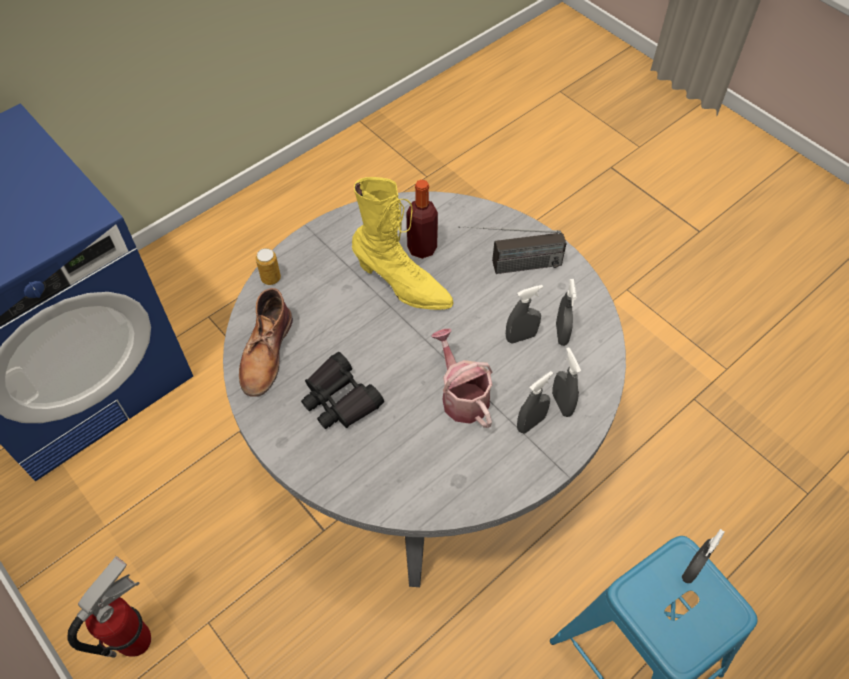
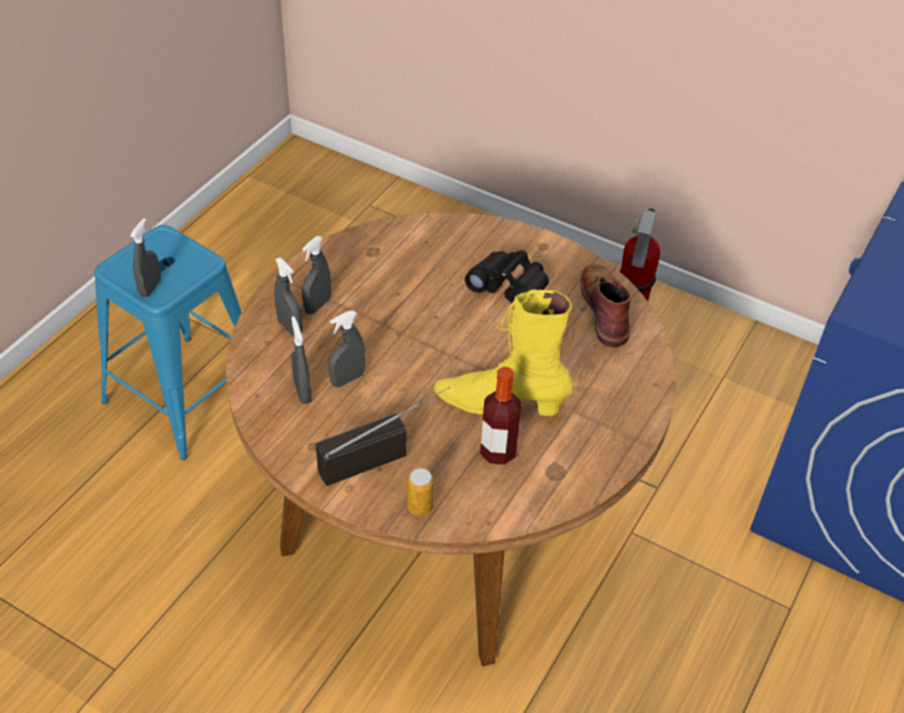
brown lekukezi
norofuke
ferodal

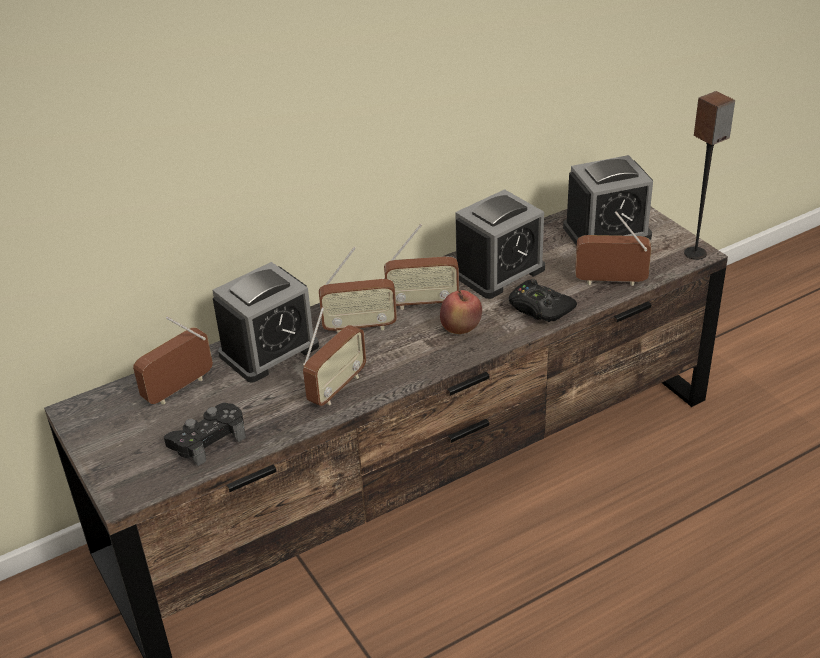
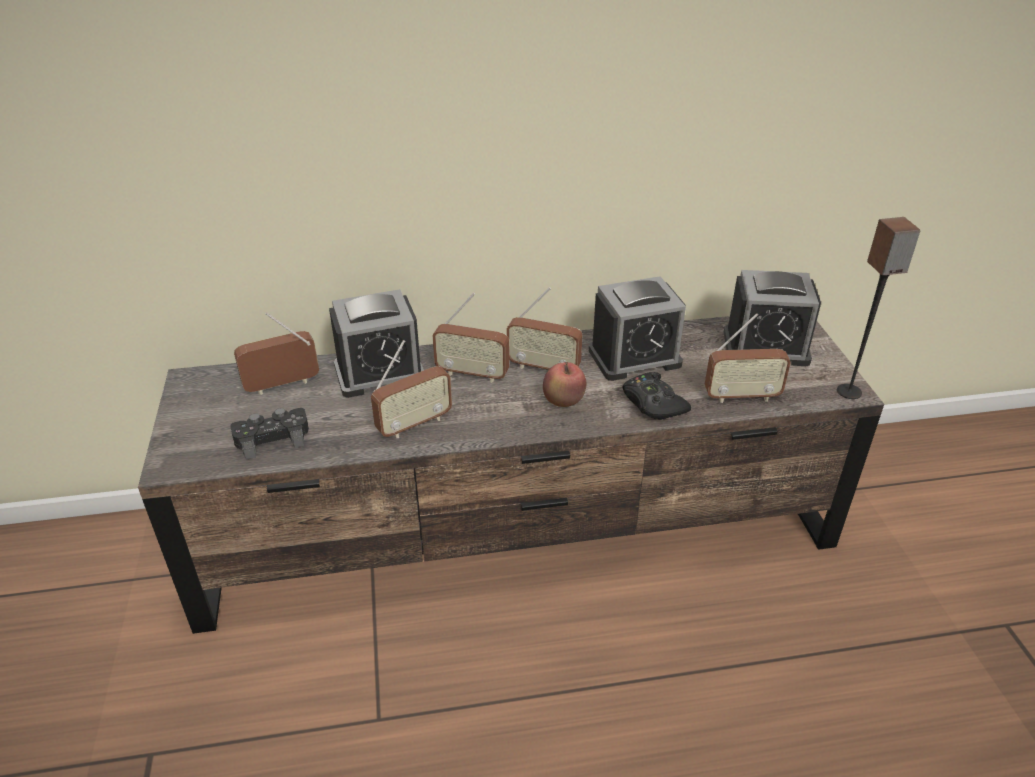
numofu (5th from left)

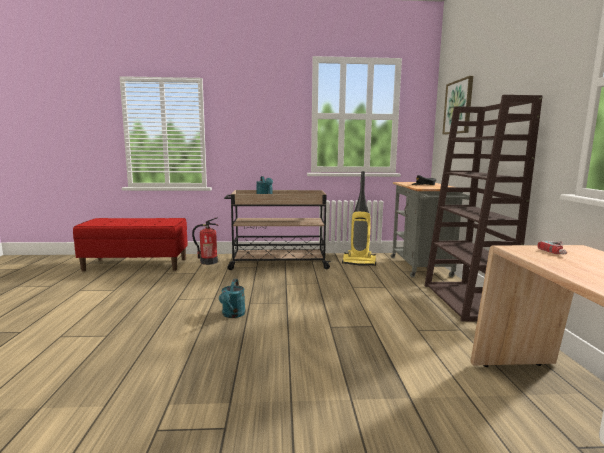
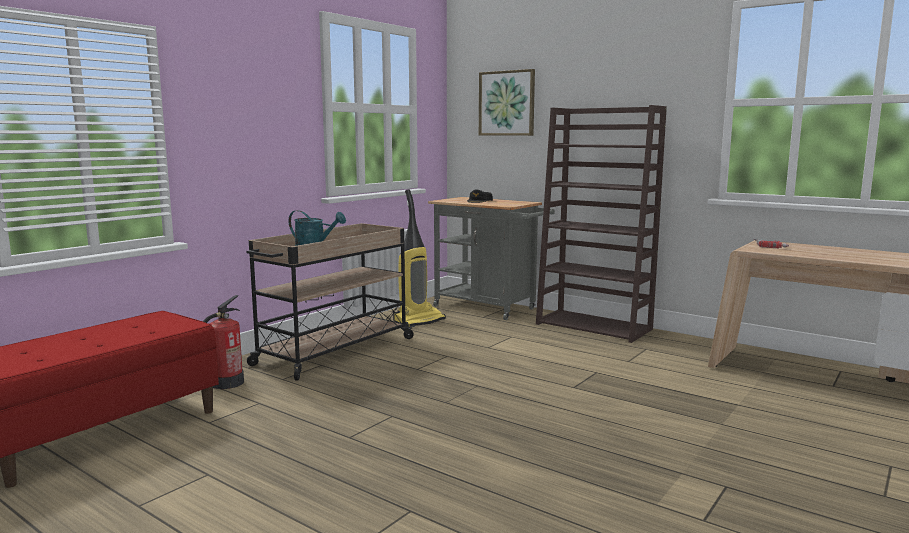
turquoise ferodal (1st from left in the first image)

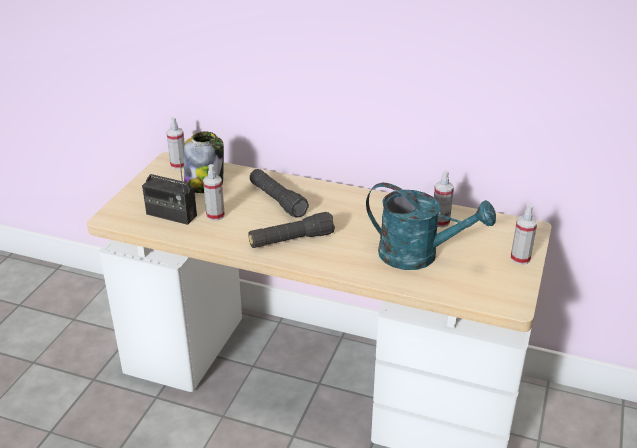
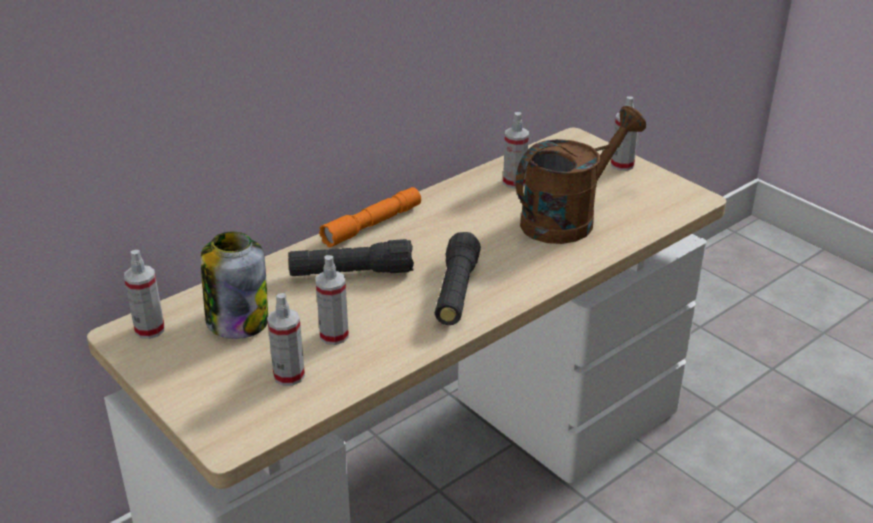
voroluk (2nd from left)
brown ferodal
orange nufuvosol

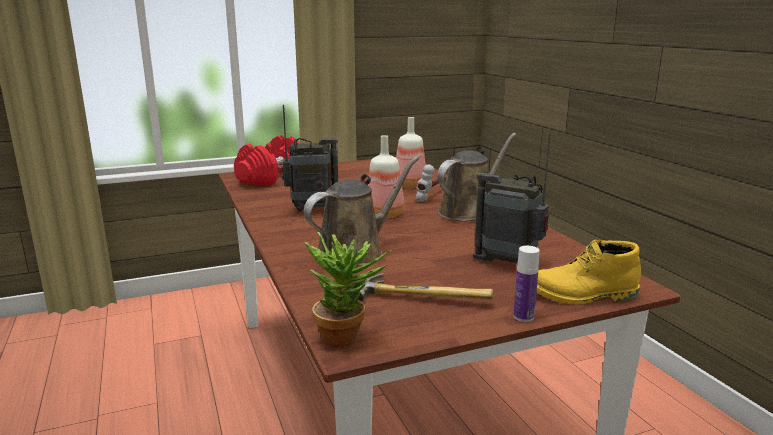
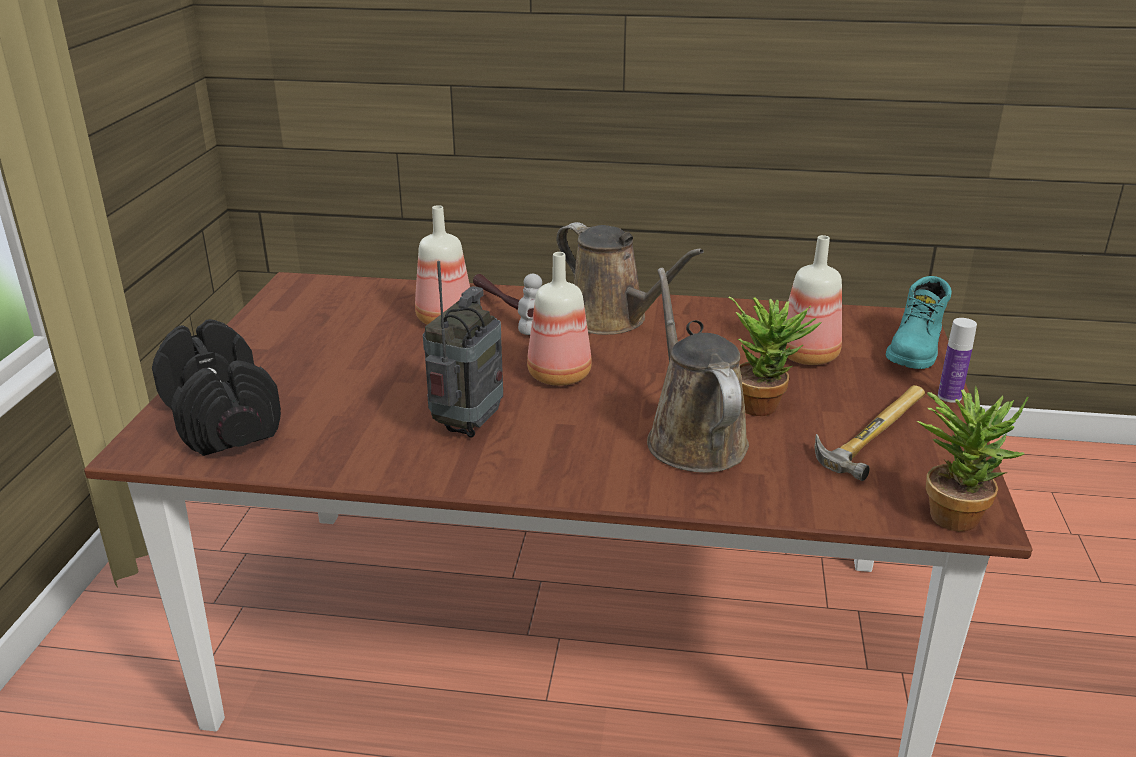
brown ferodal (1st from left)
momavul (3rd from left)
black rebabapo
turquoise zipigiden
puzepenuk (1st from left)

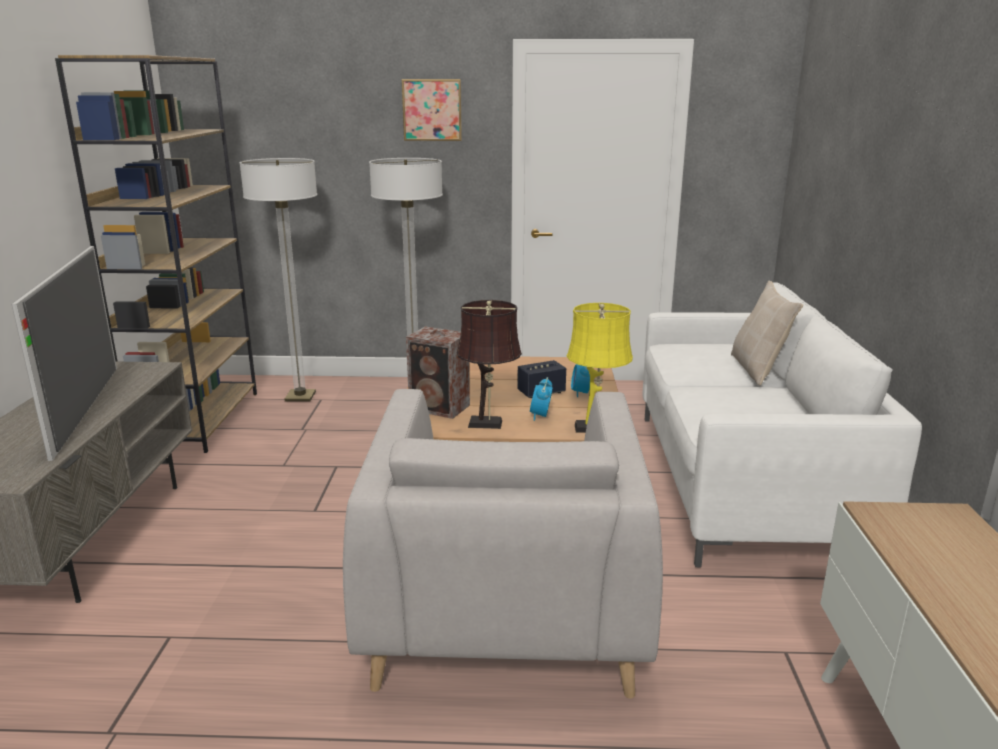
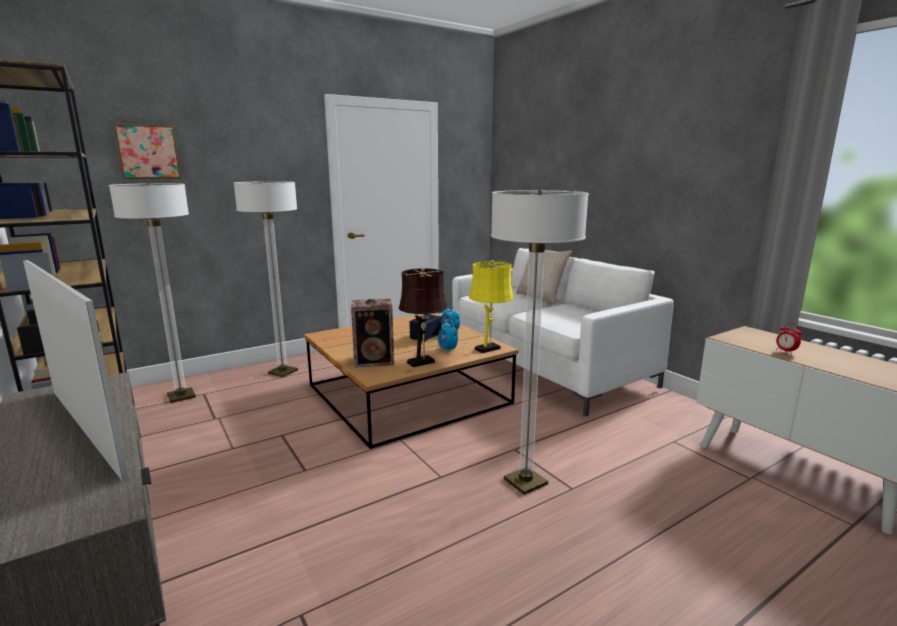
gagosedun
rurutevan (3rd from left)
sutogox (3rd from left)

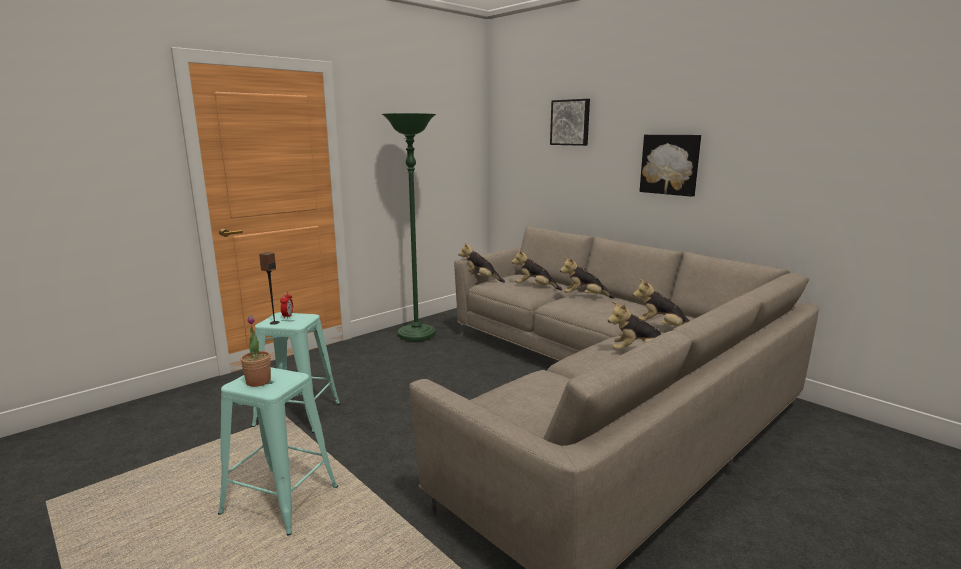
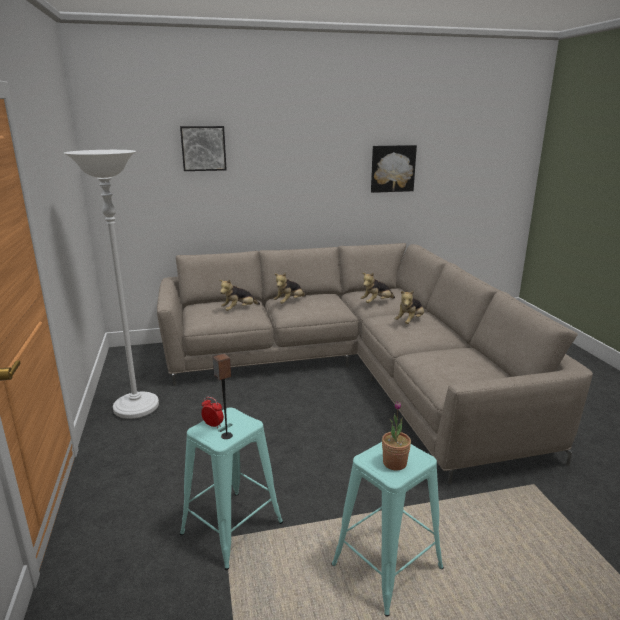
white rurutevan
gagosedun (2nd from left)
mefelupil (1st from left in the first image)

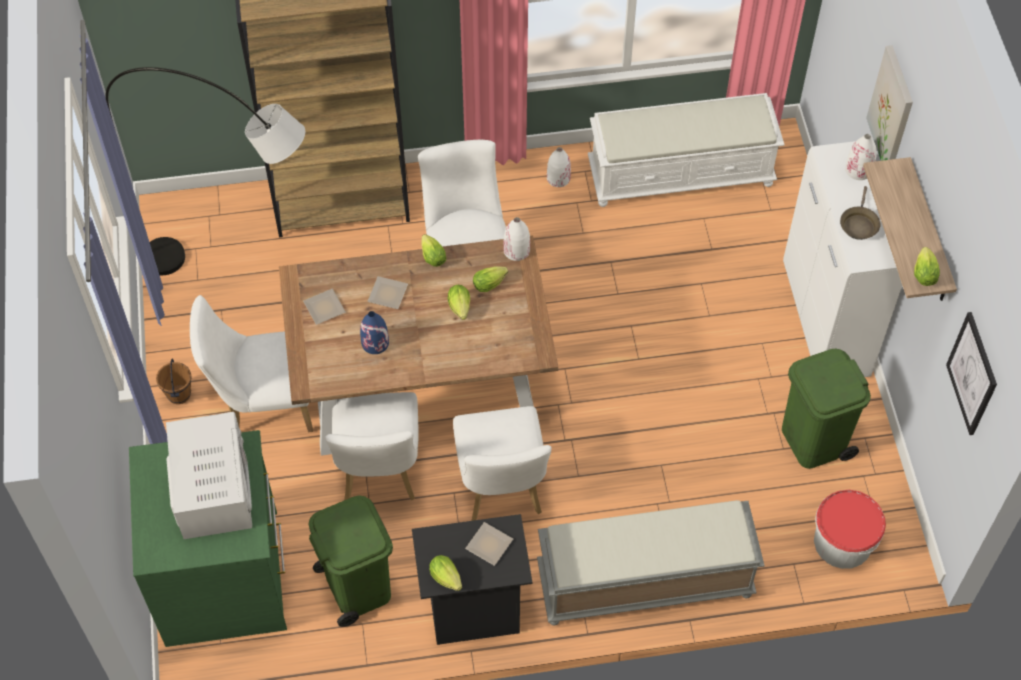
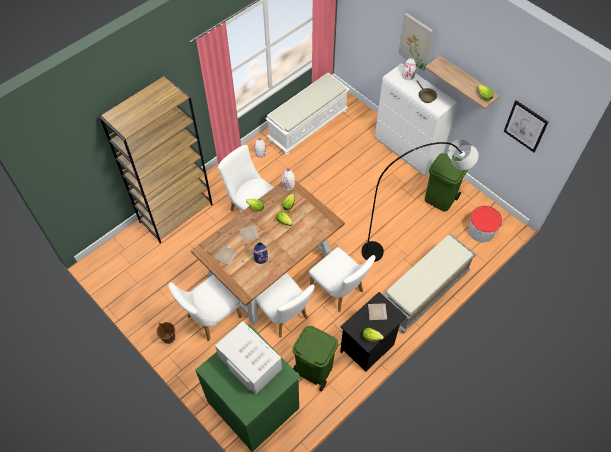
grey rurutevan

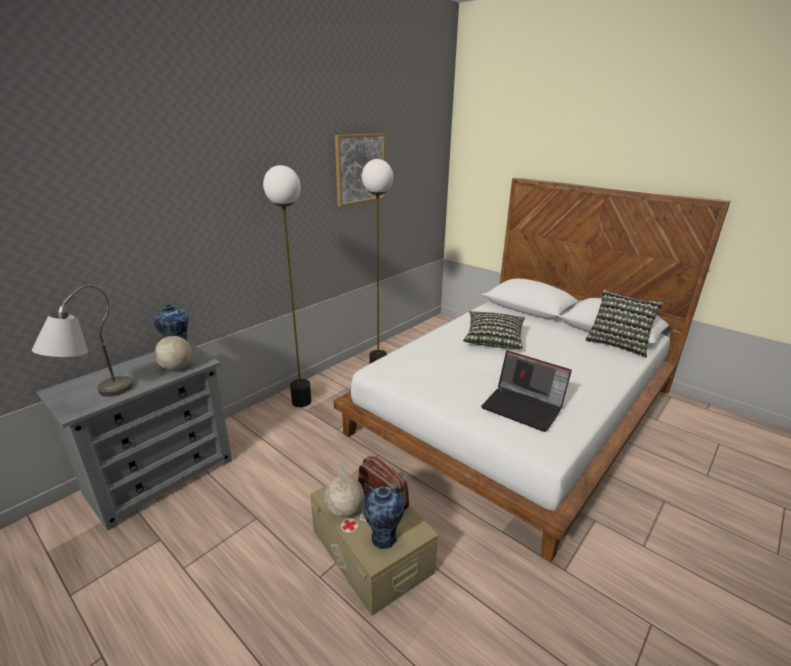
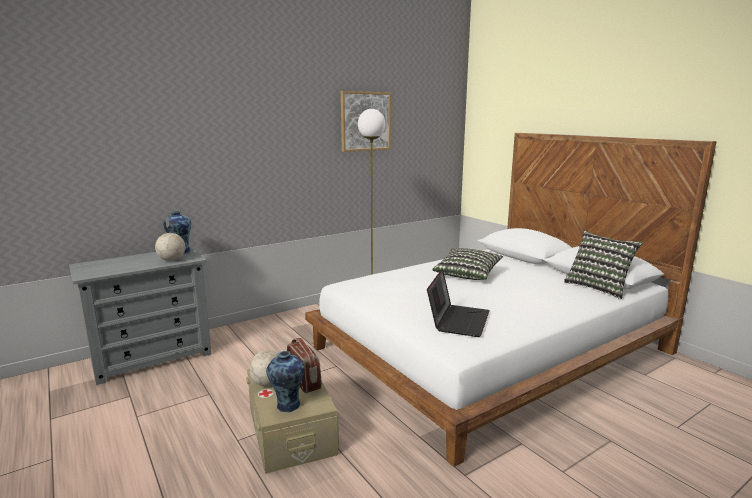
rurutevan (1st from left in the first image)
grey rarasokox
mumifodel

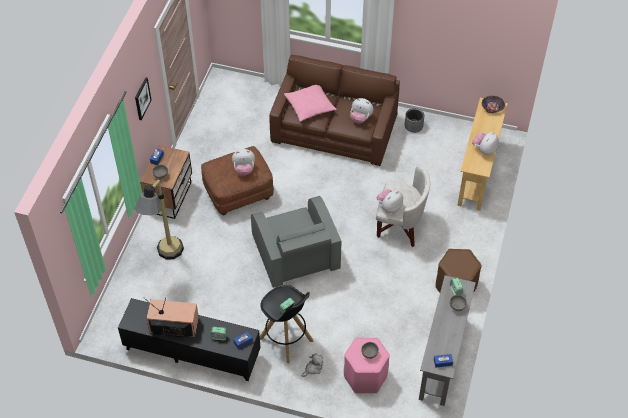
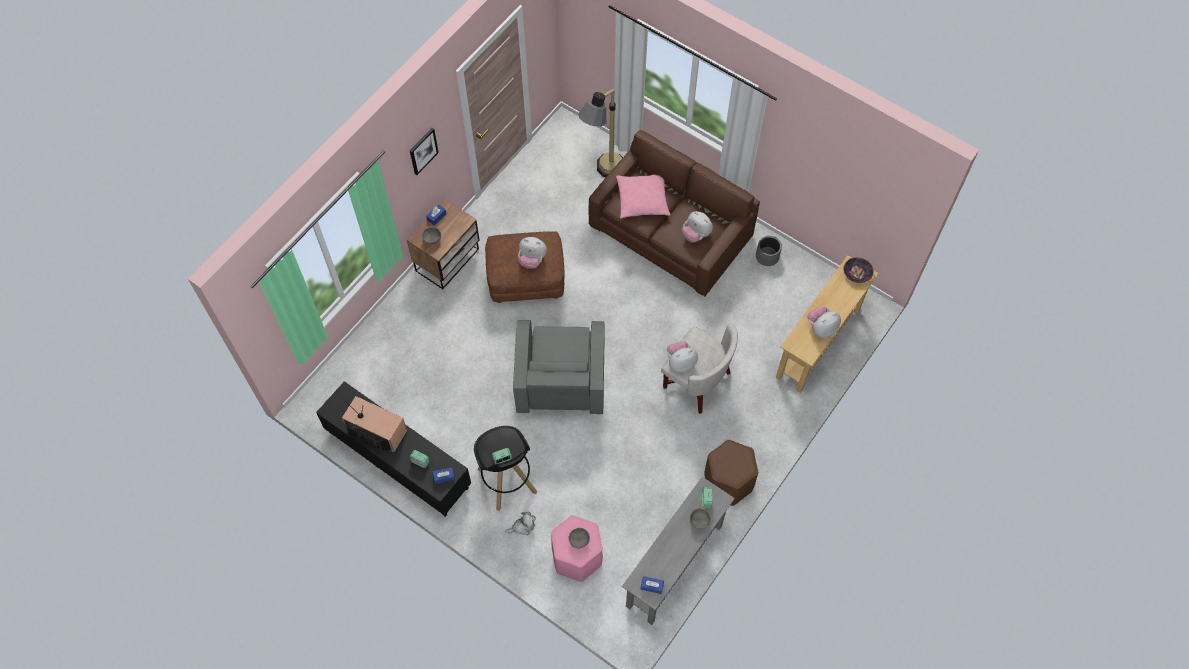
rurutevan

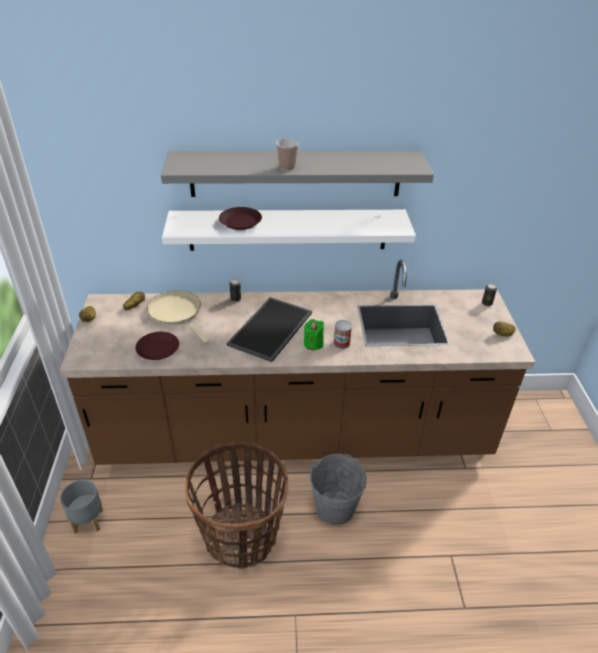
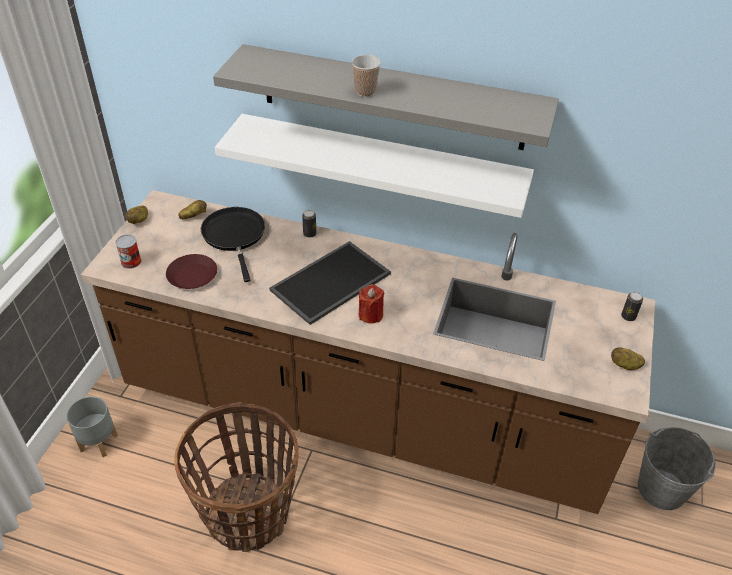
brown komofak (2nd from left in the first image)
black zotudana
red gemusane
norofuke (1st from left)
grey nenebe

